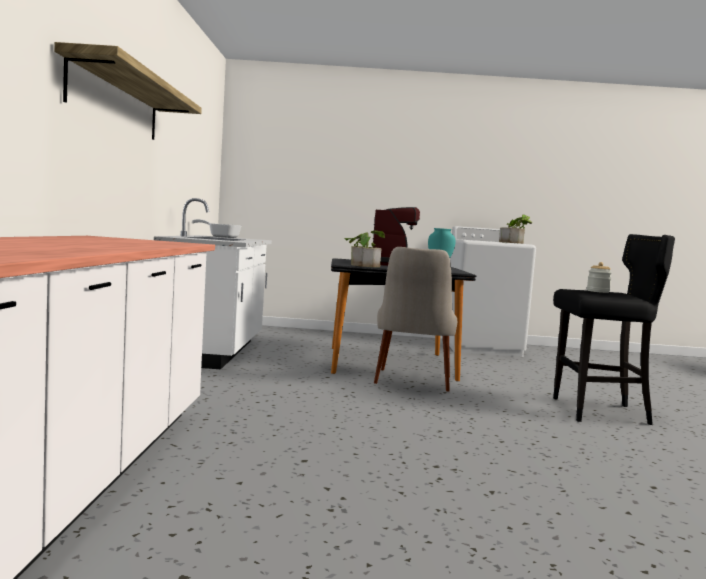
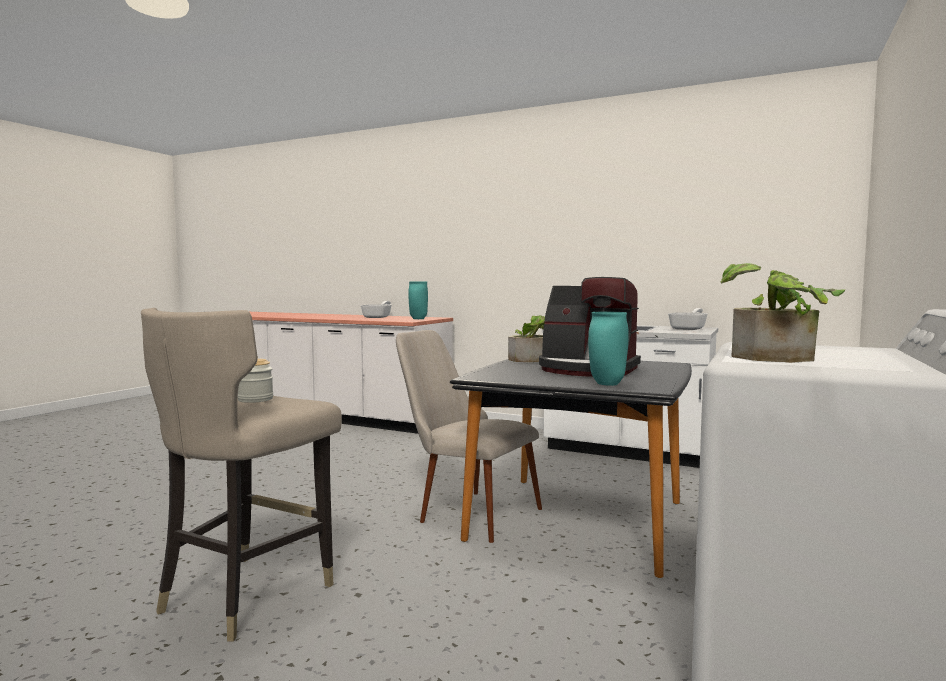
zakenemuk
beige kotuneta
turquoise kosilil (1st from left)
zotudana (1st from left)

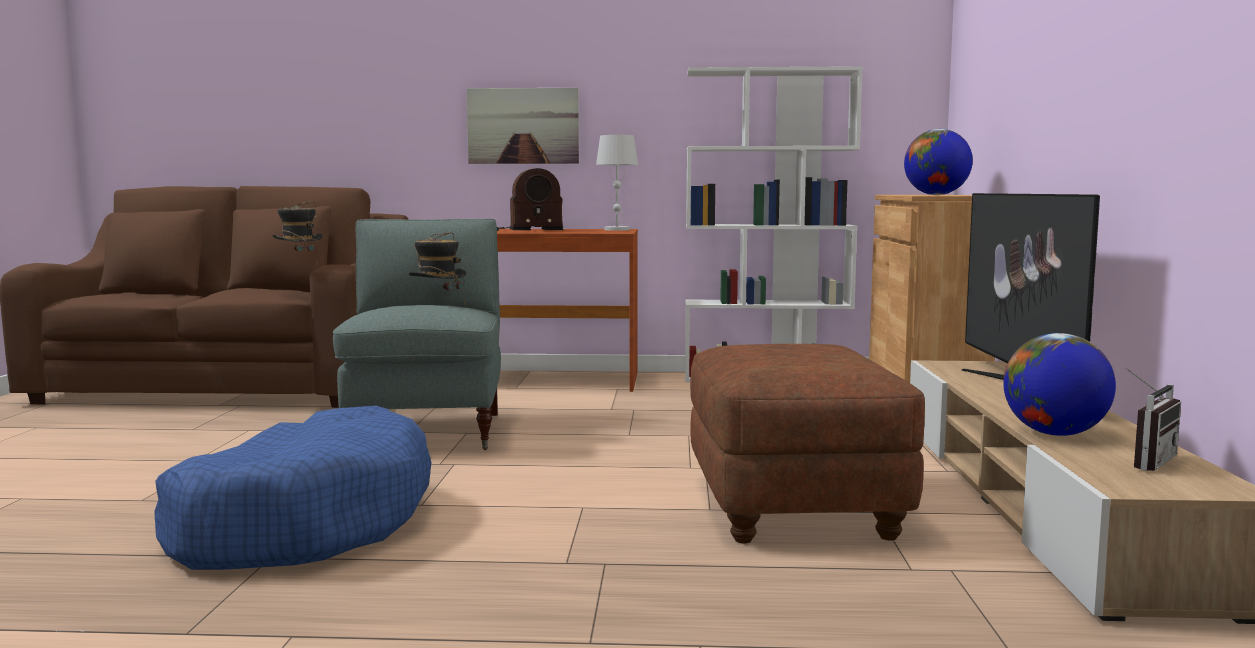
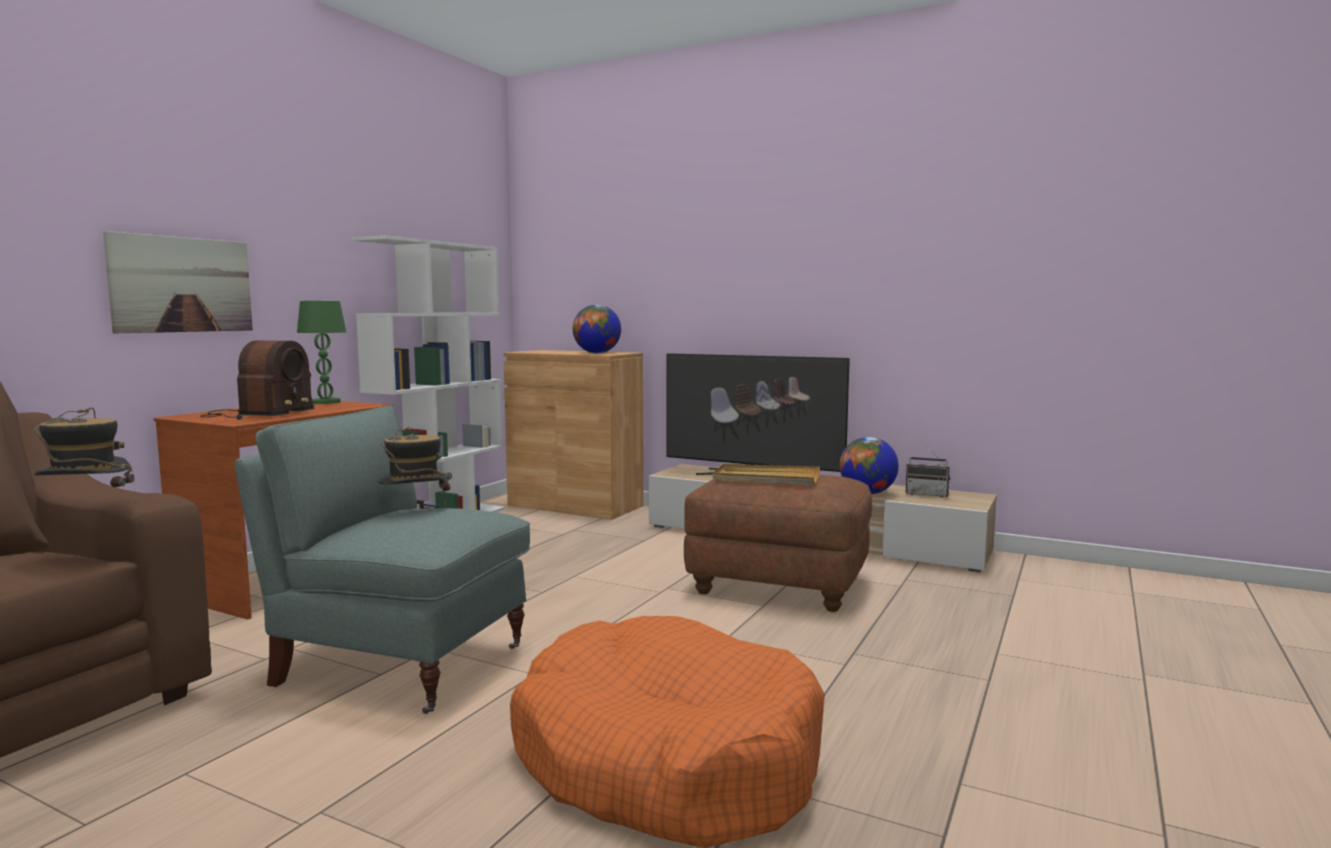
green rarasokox
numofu (2nd from left)
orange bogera
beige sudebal

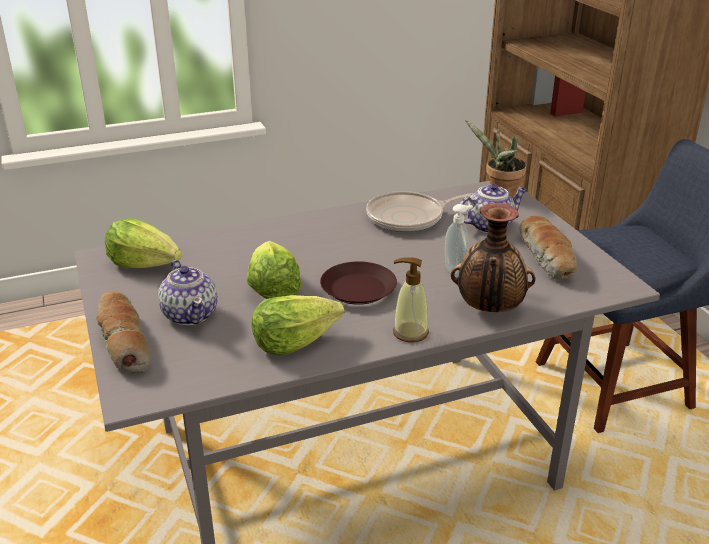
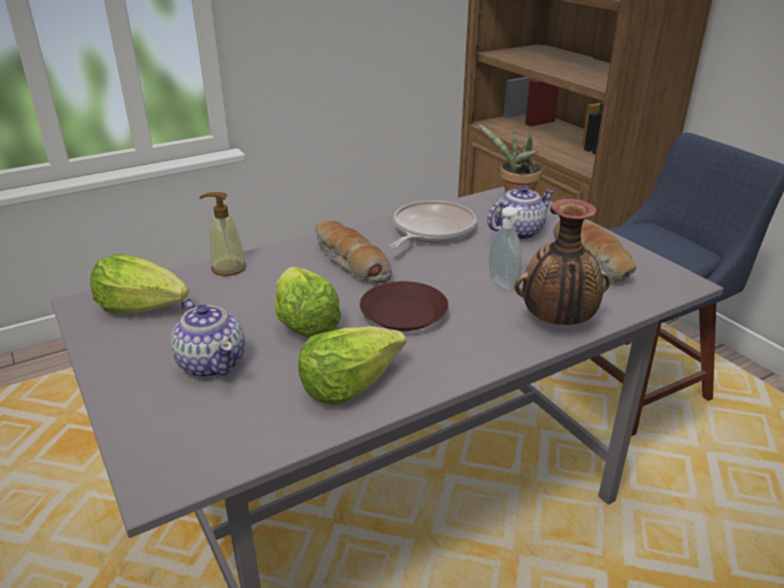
zotudana
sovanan (1st from left)
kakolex (1st from left)

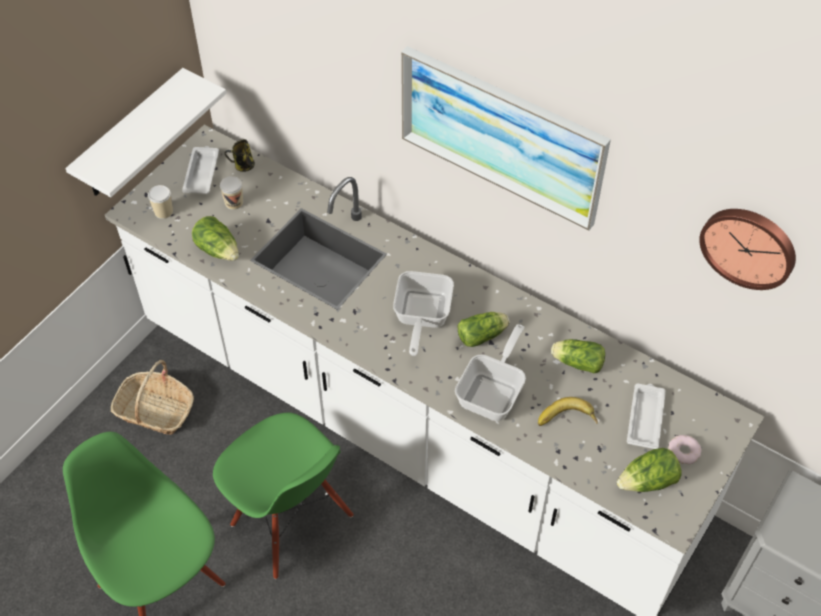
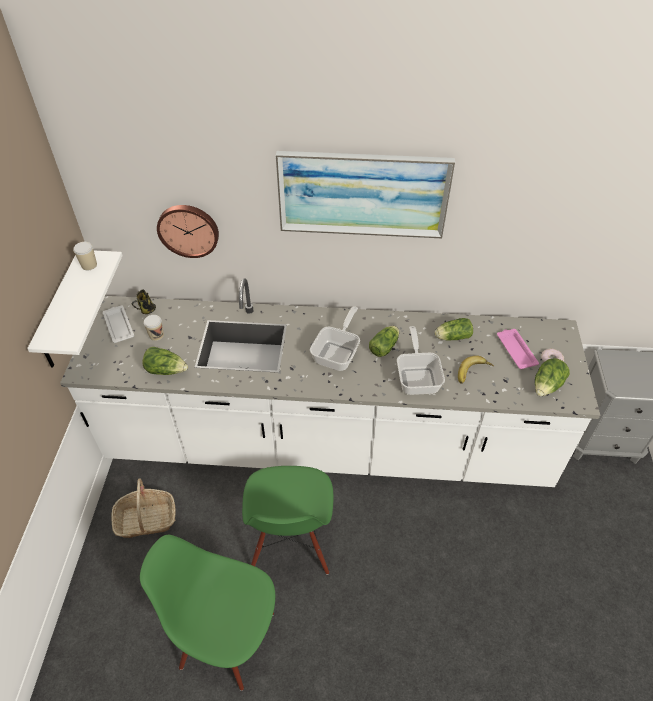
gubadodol (1st from left)
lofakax
zotudana (1st from left)
pink sudebal
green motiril (2nd from left)

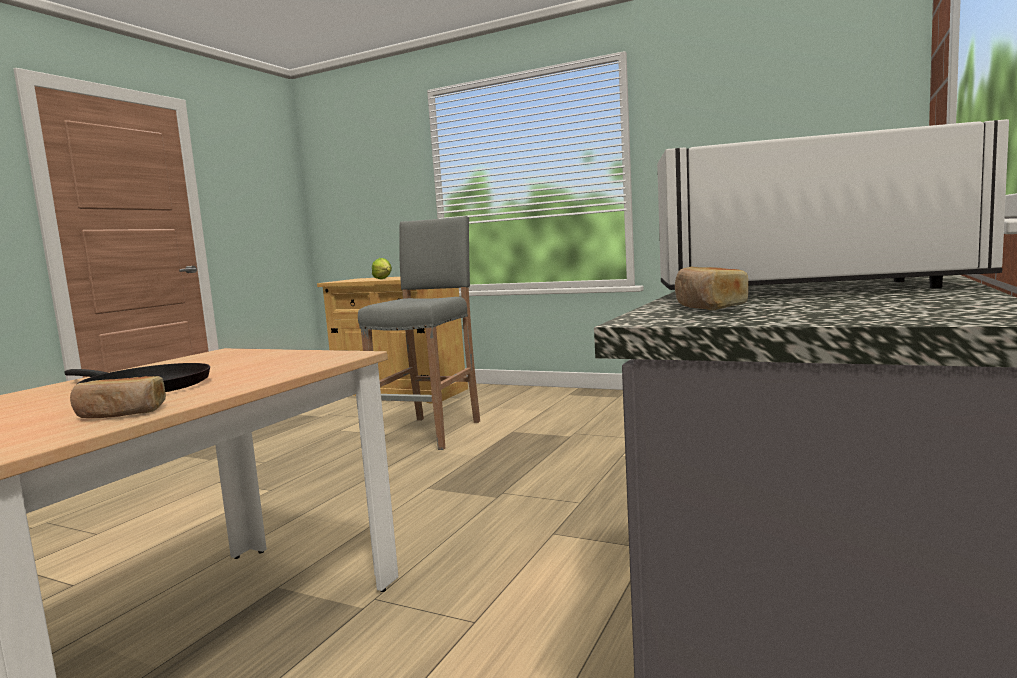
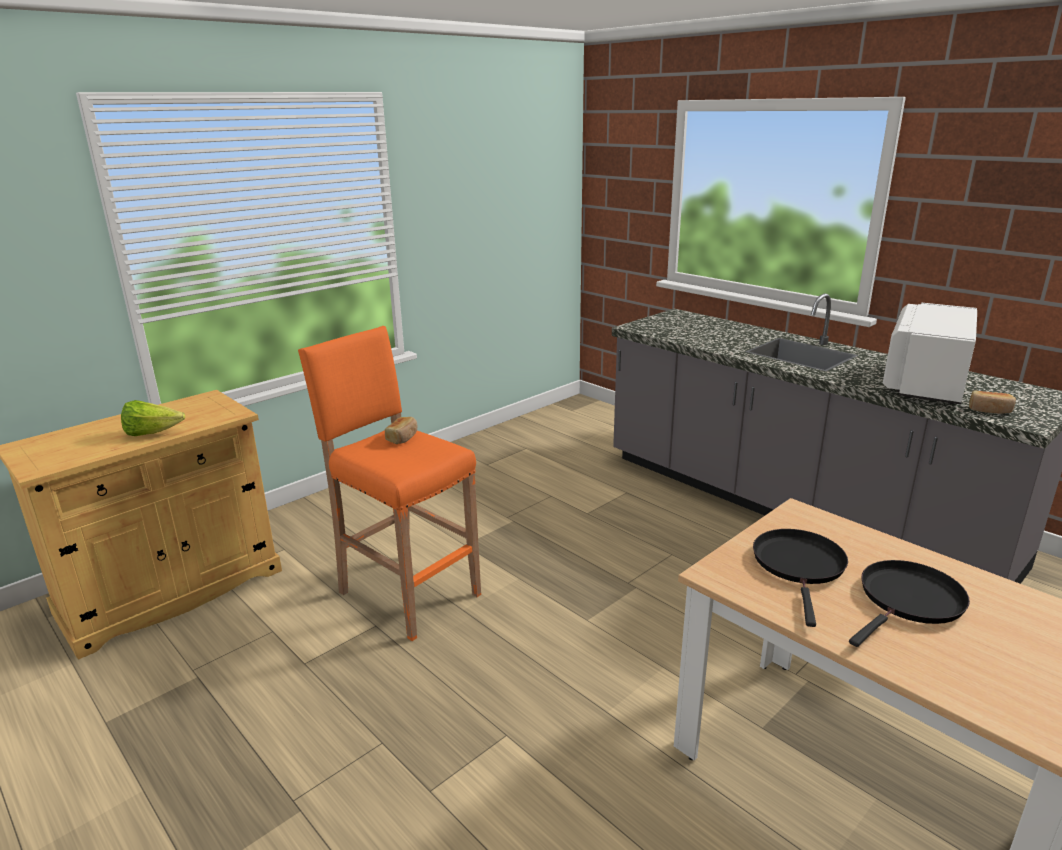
orange kotuneta
kakolex (1st from left)
black zotudana (1st from left)

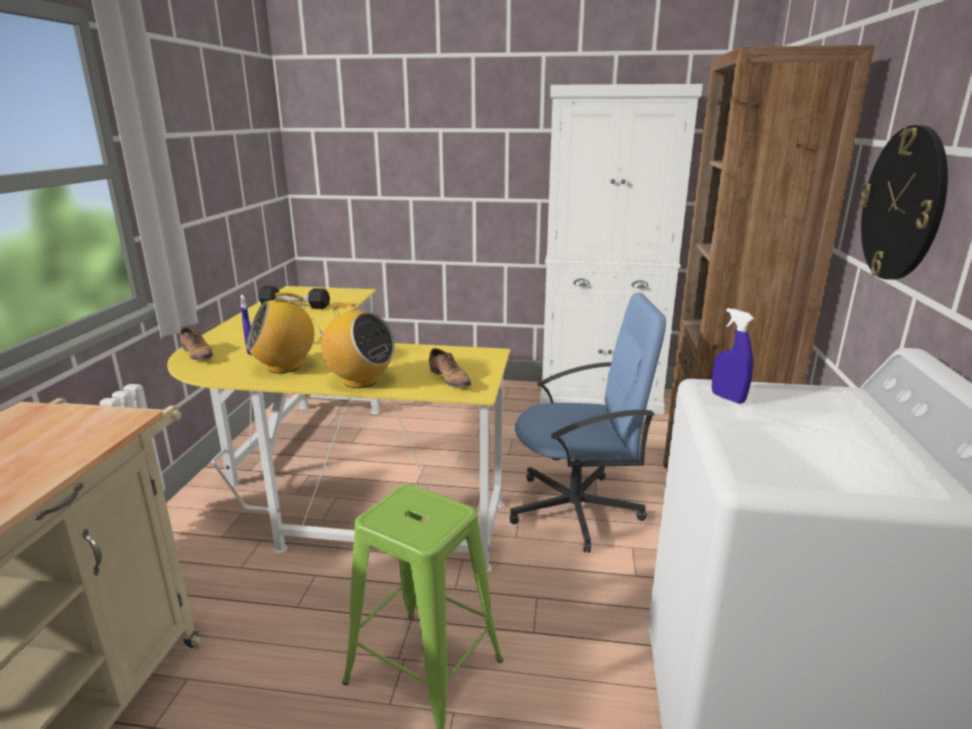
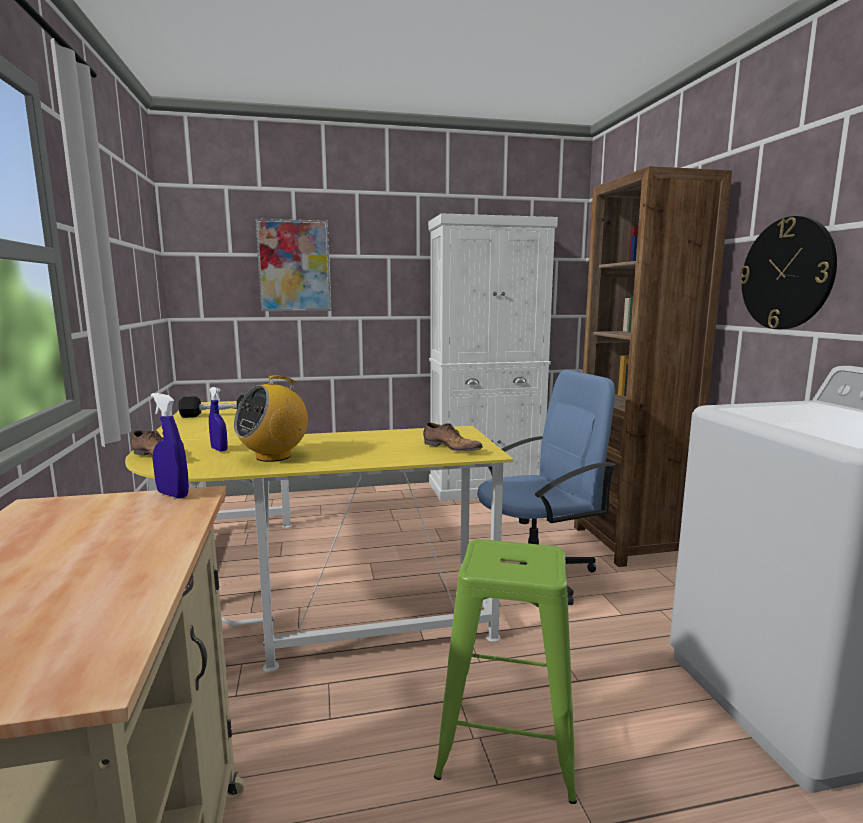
numofu (2nd from left in the first image)
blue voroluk (1st from left)
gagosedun

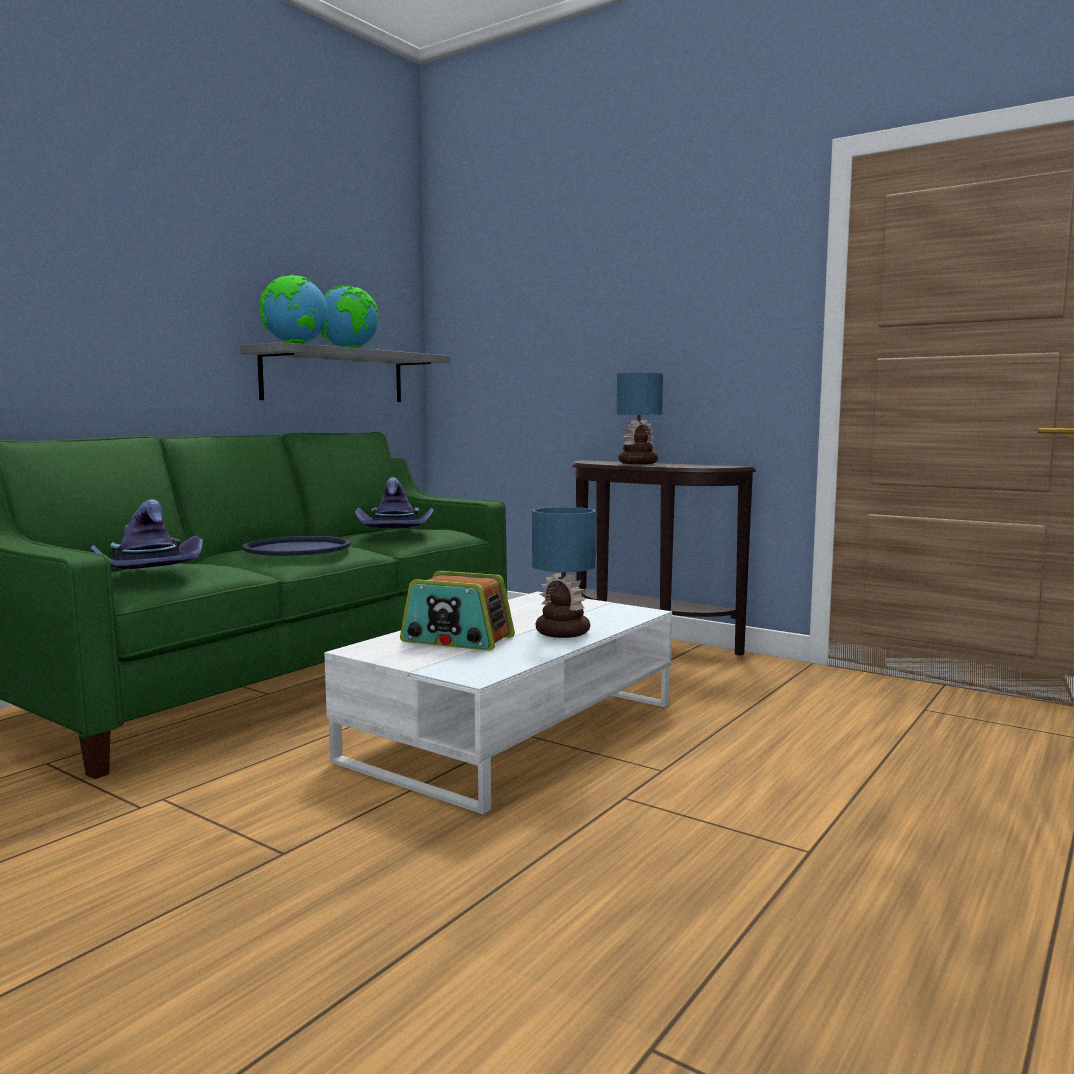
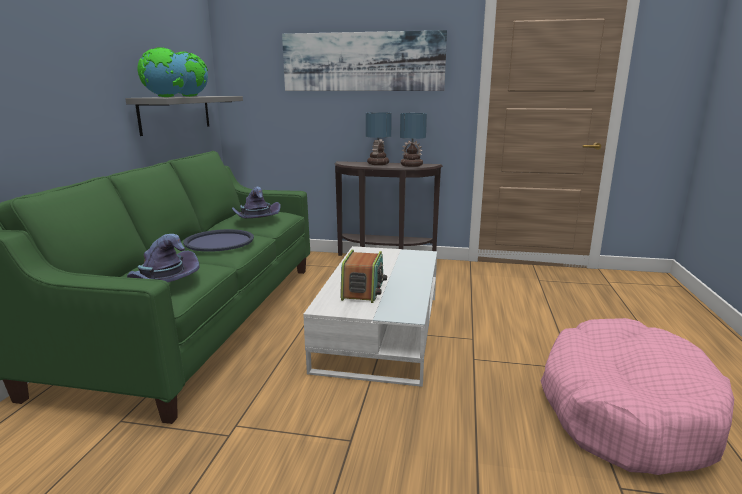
rarasokox (2nd from left)
numofu
gagosedun
pink bogera

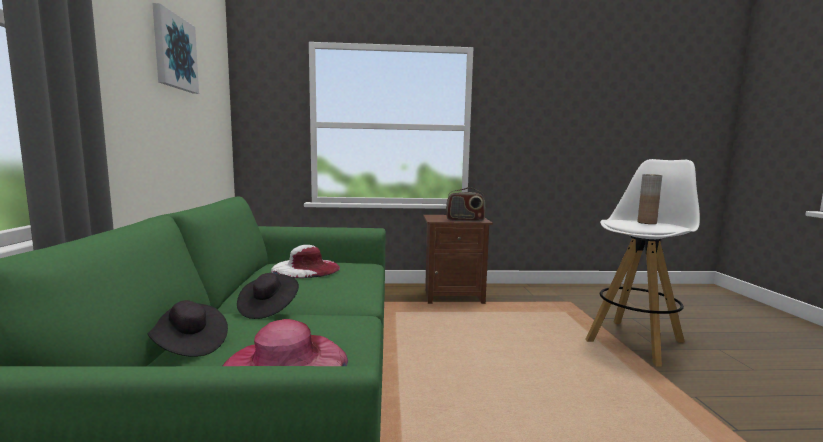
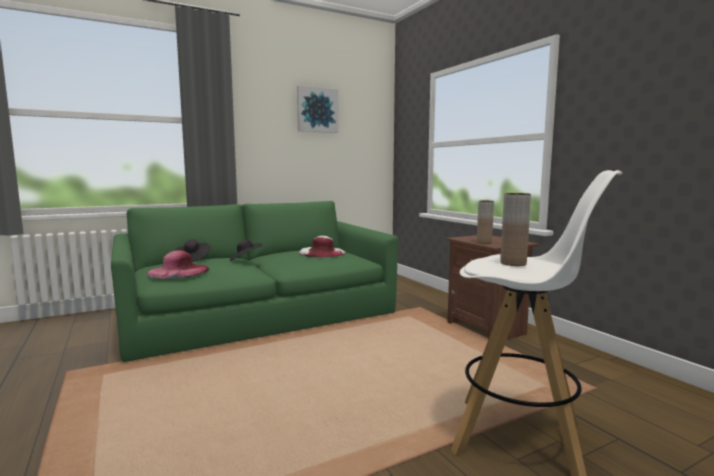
brown kosilil (1st from left)

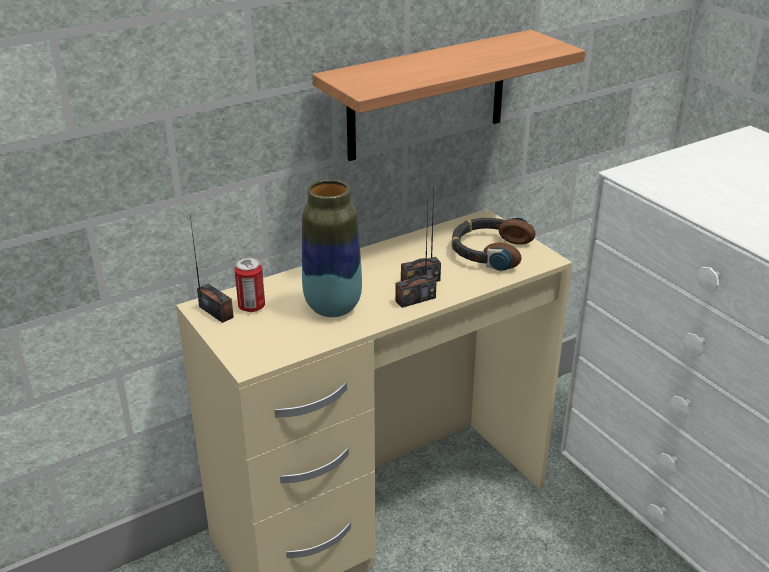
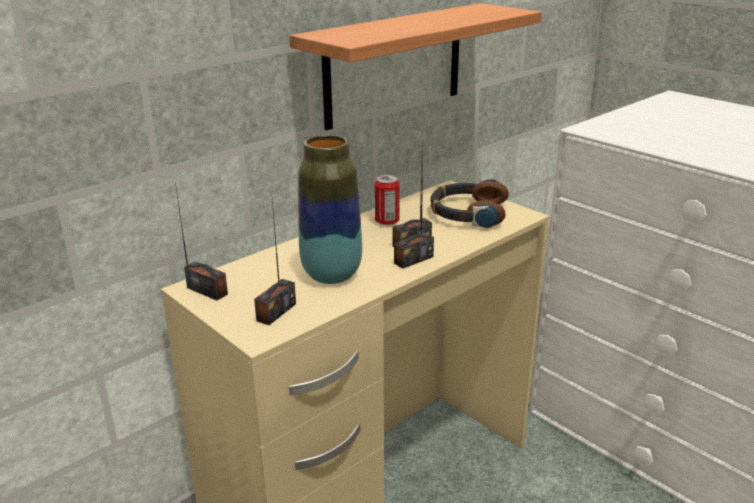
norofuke
numofu (2nd from left)

